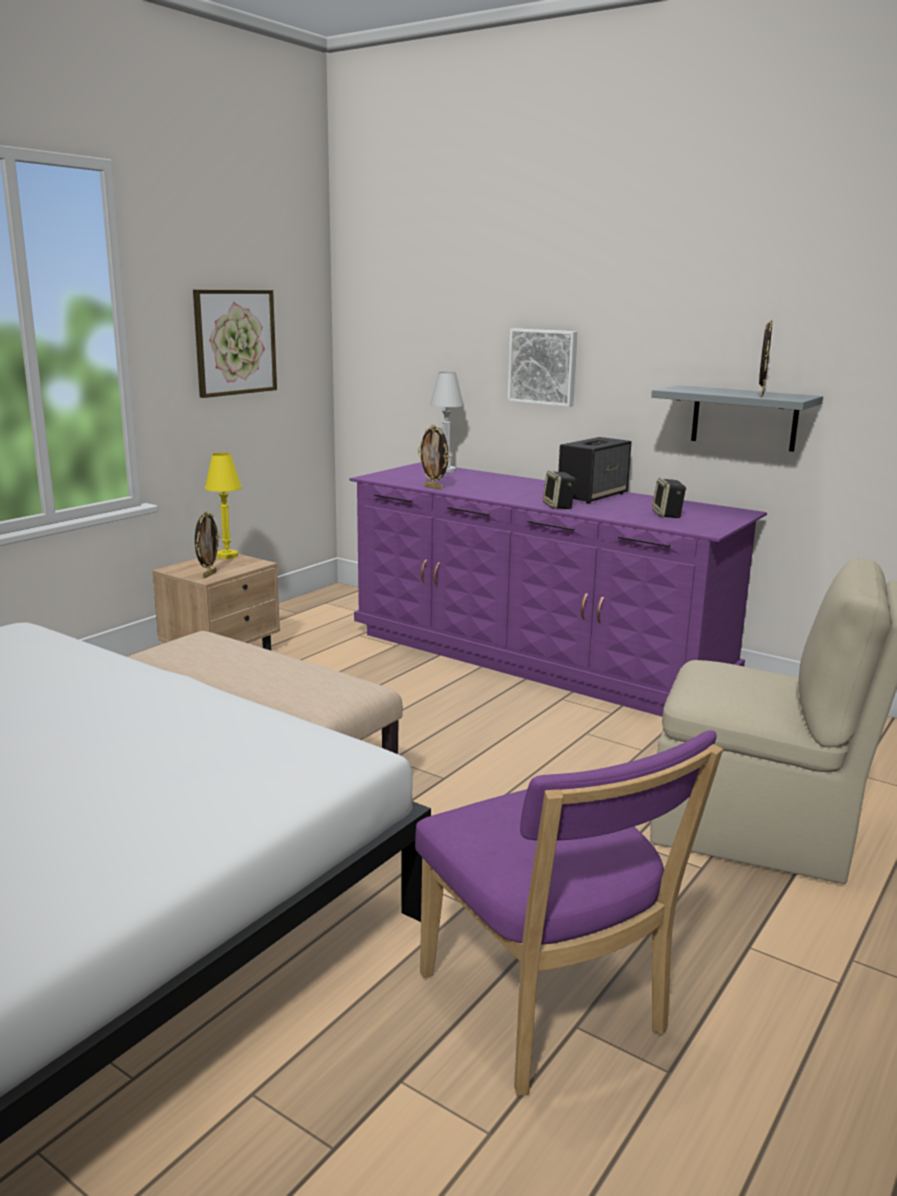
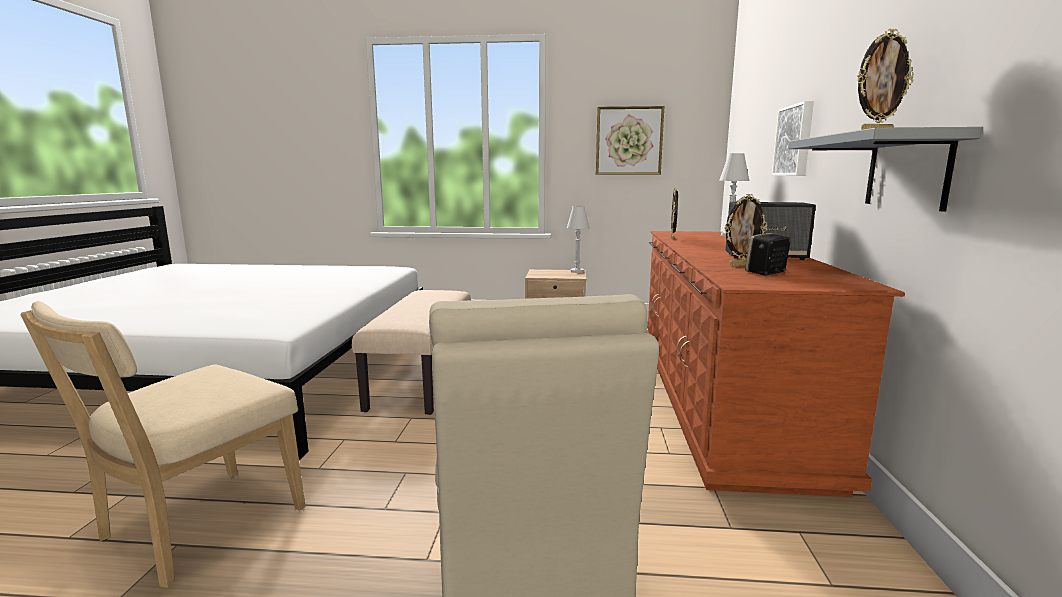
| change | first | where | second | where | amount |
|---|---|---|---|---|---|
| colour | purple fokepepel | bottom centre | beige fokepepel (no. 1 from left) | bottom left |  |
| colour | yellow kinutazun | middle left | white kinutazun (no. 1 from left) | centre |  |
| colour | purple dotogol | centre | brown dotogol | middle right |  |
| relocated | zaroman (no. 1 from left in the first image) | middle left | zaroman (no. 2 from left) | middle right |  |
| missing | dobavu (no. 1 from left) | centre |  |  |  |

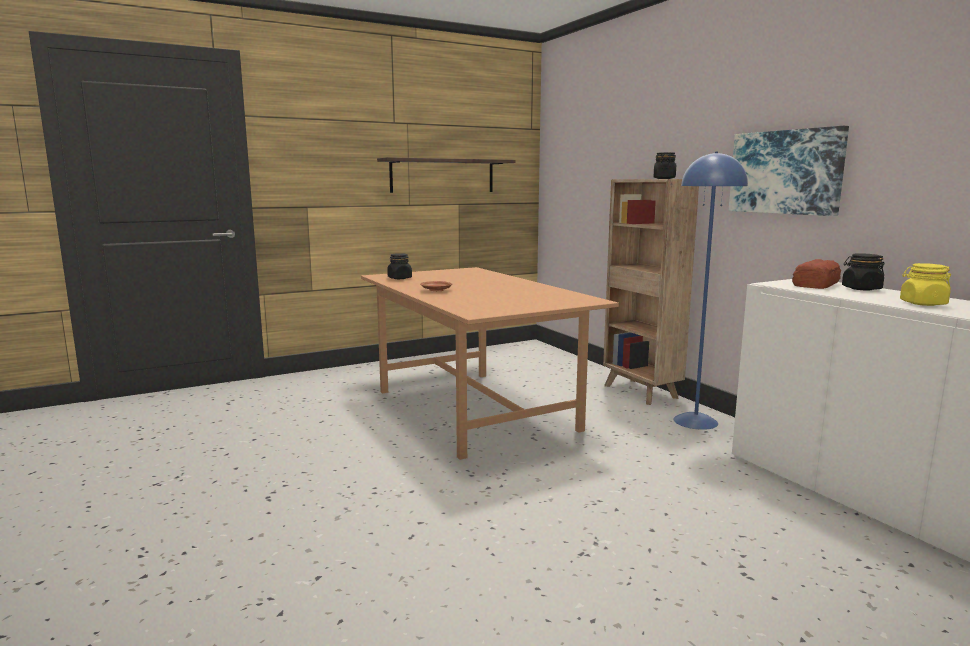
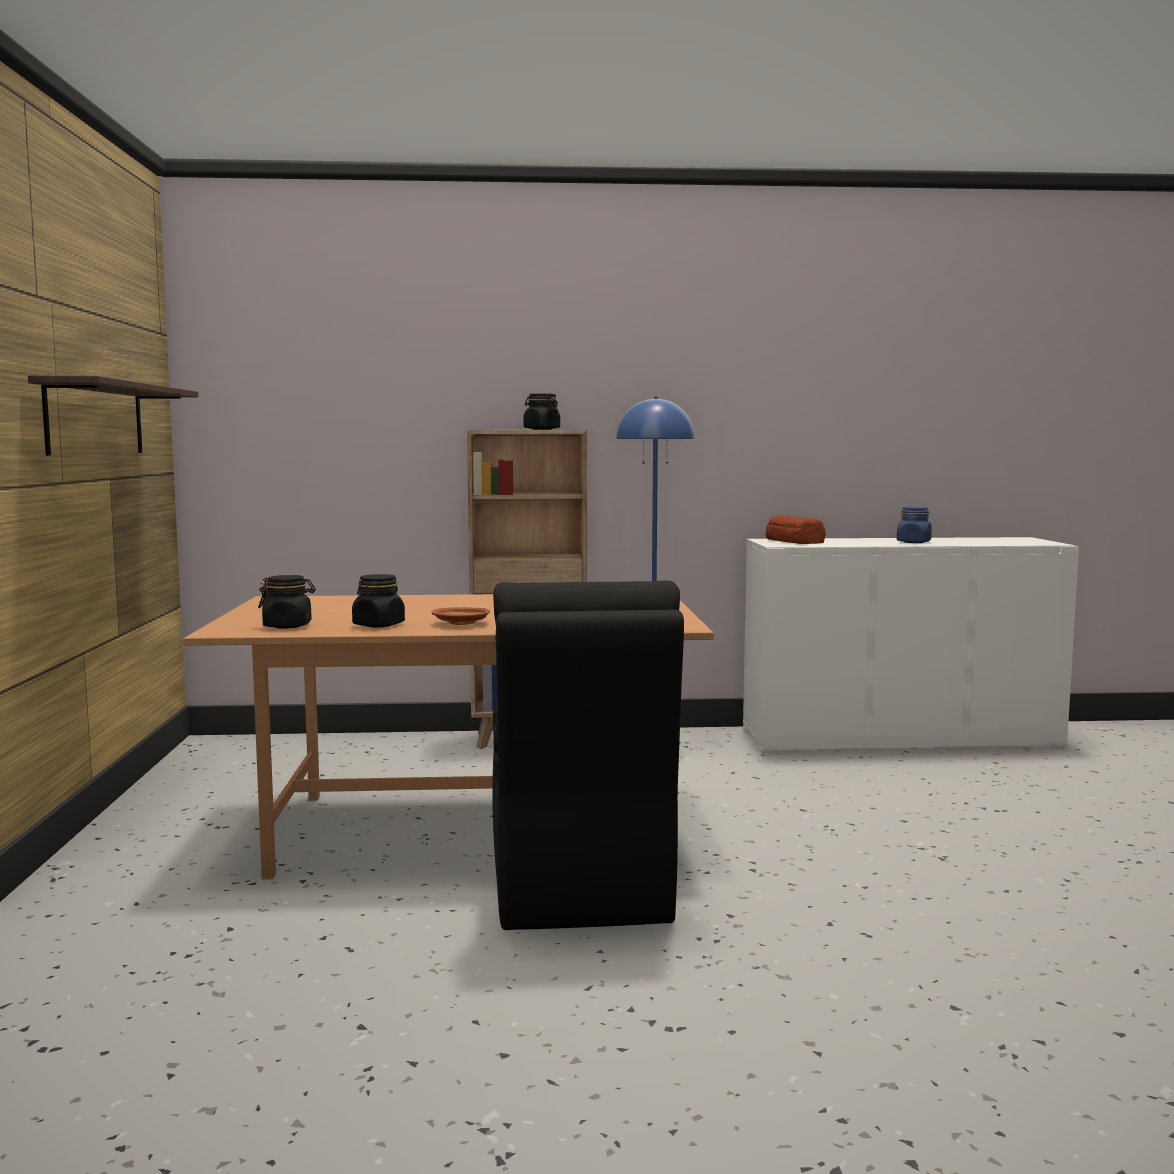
| change | first | where | second | where | amount |
|---|---|---|---|---|---|
| relocated | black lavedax (no. 3 from left in the first image) | middle right | black lavedax (no. 2 from left) | middle left |  |
| appeared |  |  | black fokepepel | centre |  |
| colour | yellow lavedax | middle right | blue lavedax | middle right |  |
| missing | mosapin | top right |  |  |  |

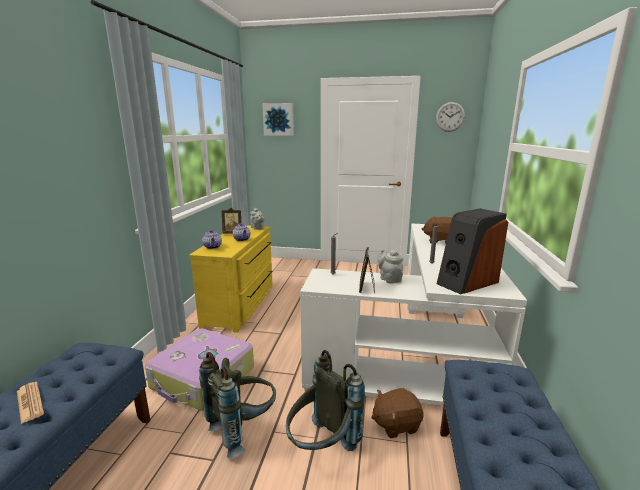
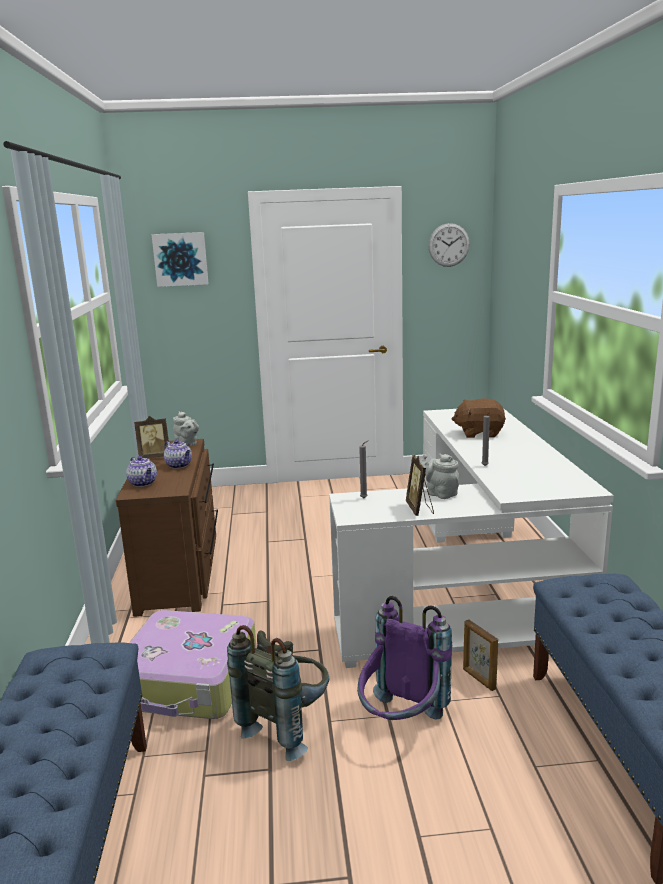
| change | first | where | second | where | amount |
|---|---|---|---|---|---|
| colour | yellow dotogol | centre | brown dotogol | middle left |  |
| colour | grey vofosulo (no. 2 from left) | bottom centre | purple vofosulo | bottom centre |  |
| exchanged | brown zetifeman (no. 1 from left) | bottom centre | zaroman (no. 3 from left) | bottom right |  |
| missing | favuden | bottom left |  |  |  |
| missing | dobavu | middle right |  |  |  |

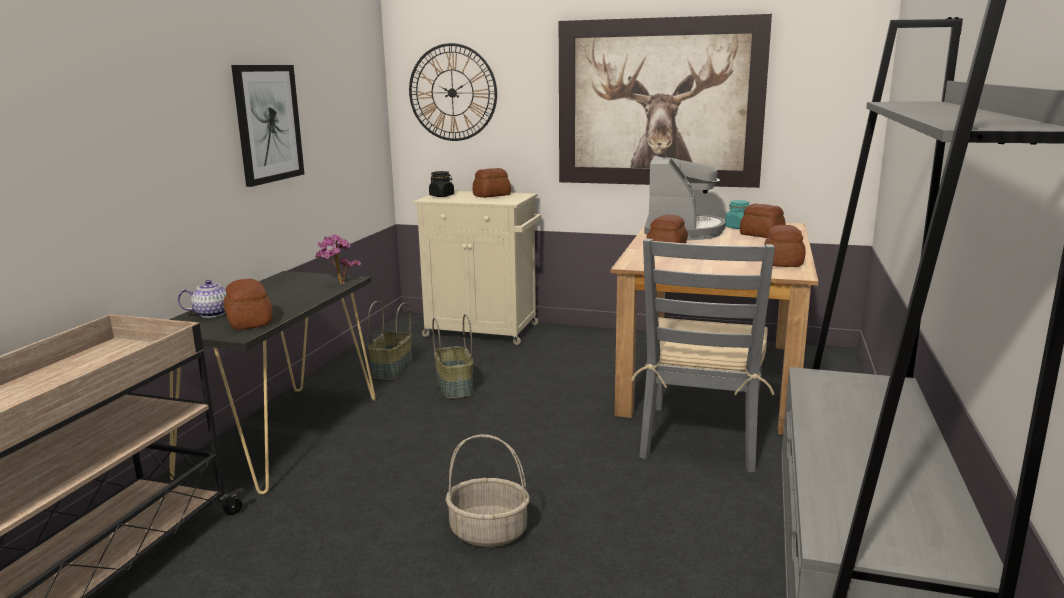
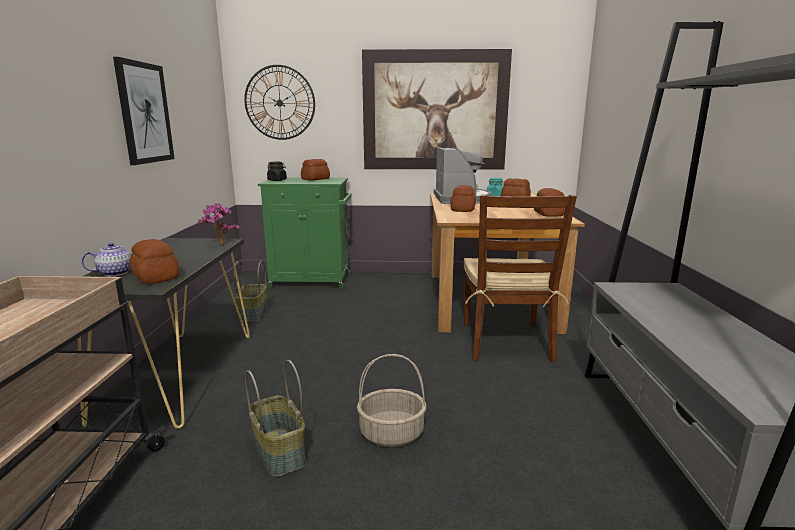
| change | first | where | second | where | amount |
|---|---|---|---|---|---|
| relocated | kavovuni (no. 2 from left) | centre |  | bottom centre |  |
| colour | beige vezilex | centre | green vezilex | centre |  |
| colour | grey fokepepel | centre | brown fokepepel | centre |  |

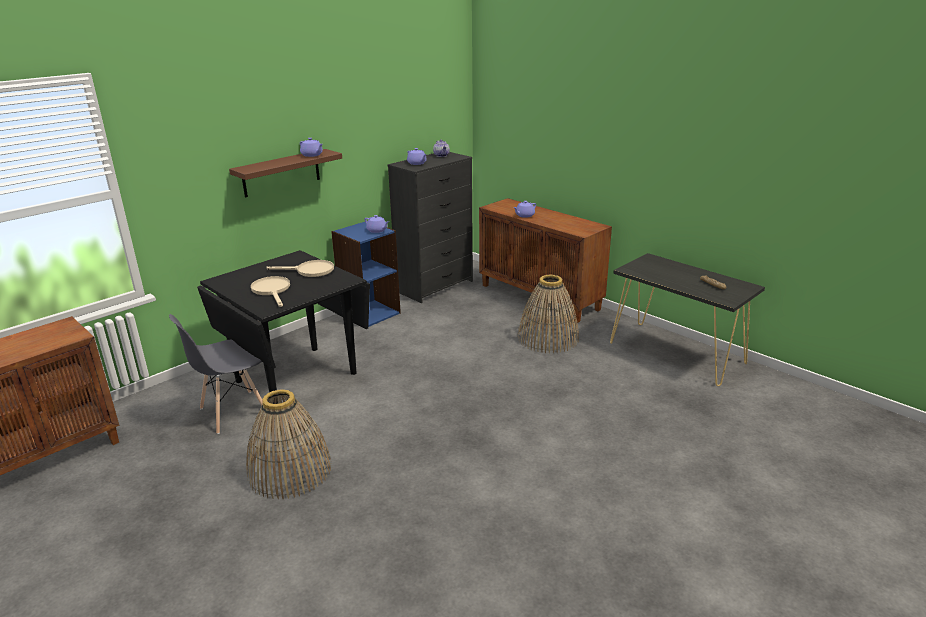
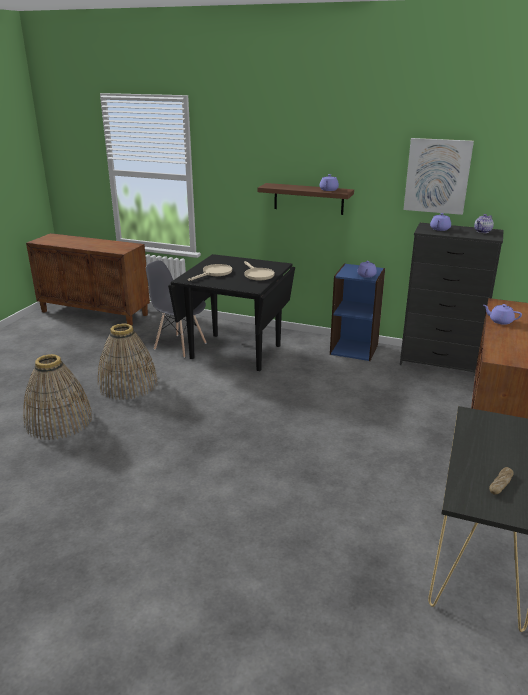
| change | first | where | second | where | amount |
|---|---|---|---|---|---|
| relocated | kavovuni (no. 2 from left in the first image) | centre | kavovuni (no. 1 from left) | middle left |  |
| appeared |  |  | mosapin | top right |  |

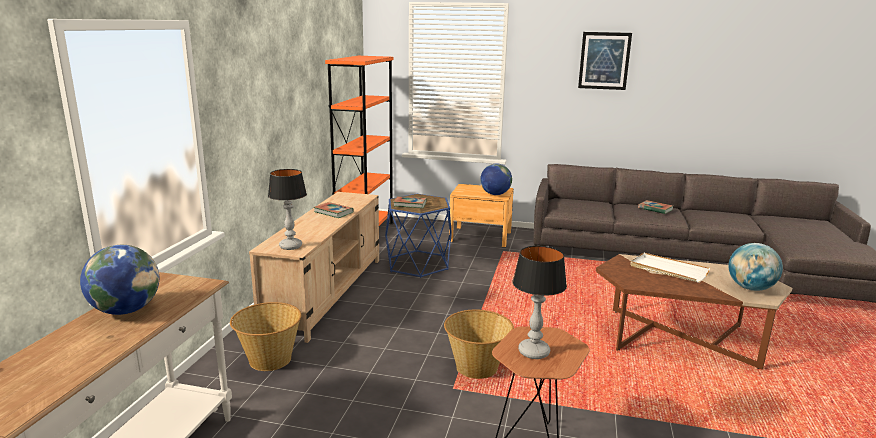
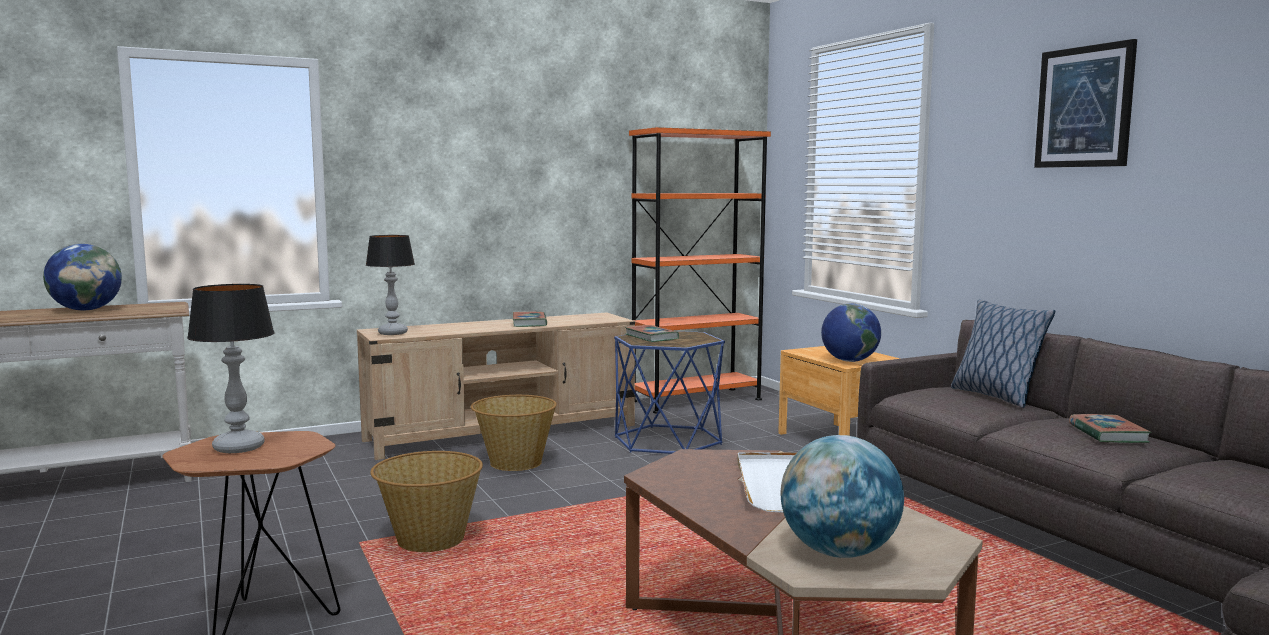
| change | first | where | second | where | amount |
|---|---|---|---|---|---|
| relocated | kavovuni (no. 1 from left in the first image) | bottom left | kavovuni (no. 2 from left) | bottom centre |  |
| appeared |  |  | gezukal | middle right |  |

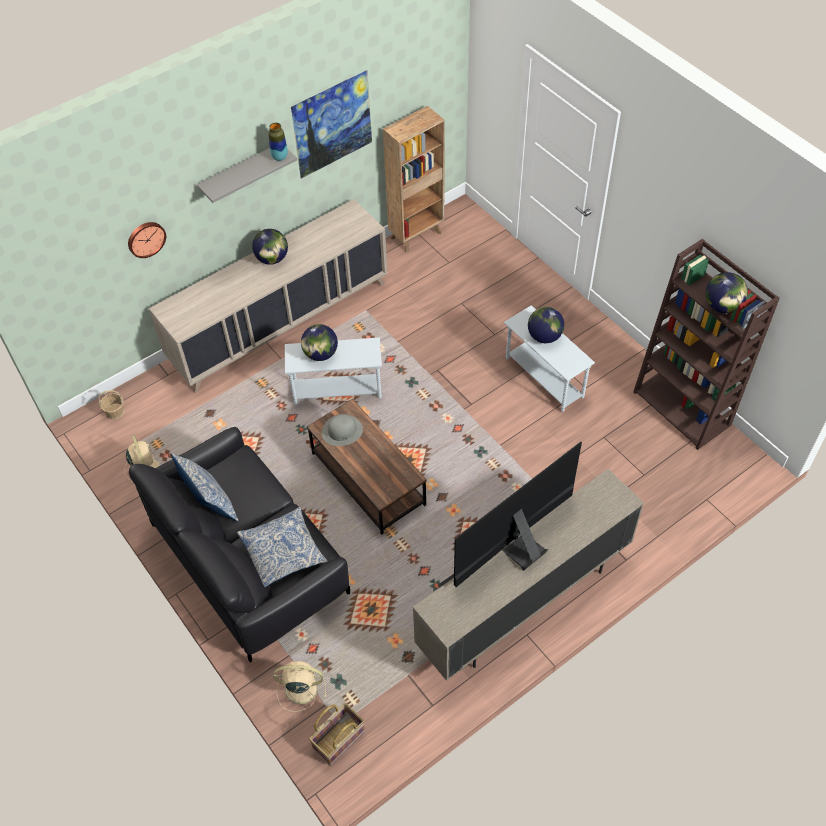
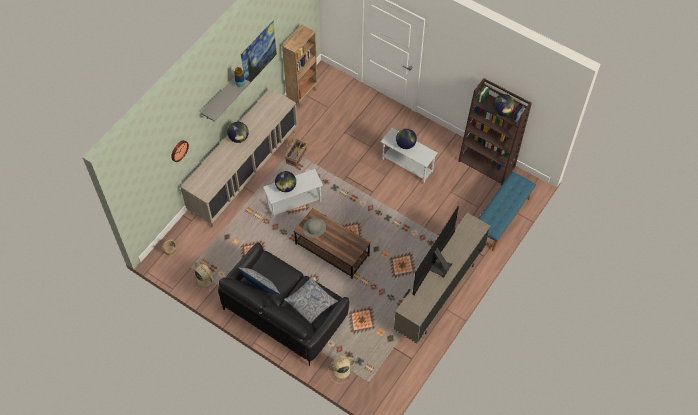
| change | first | where | second | where | amount |
|---|---|---|---|---|---|
| relocated | kavovuni (no. 2 from left) | bottom centre |  | centre |  |
| appeared |  |  | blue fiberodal | middle right |  |

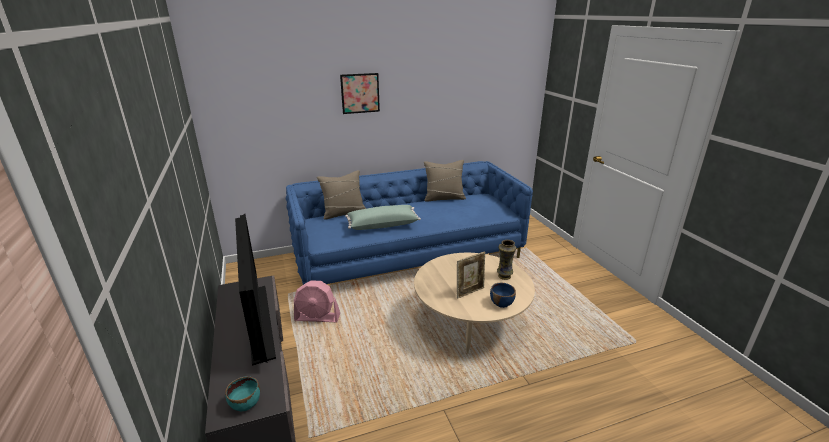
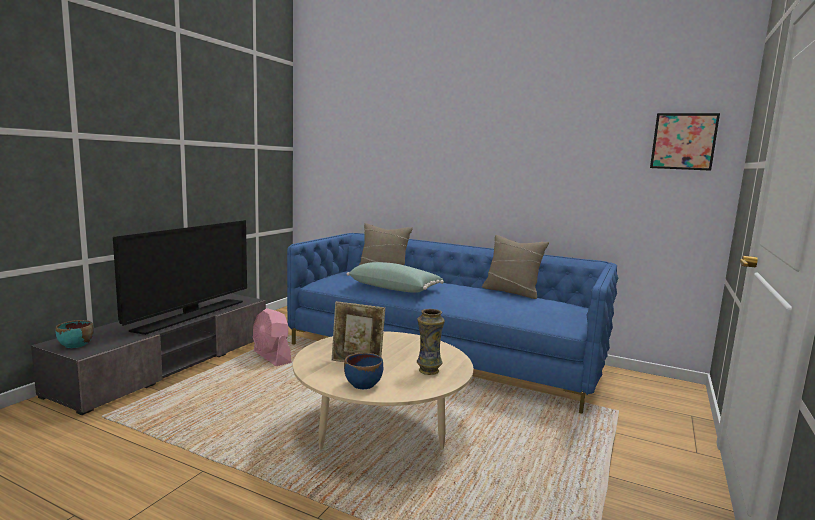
| change | first | where | second | where | amount |
|---|---|---|---|---|---|
| relocated | mosapin | top centre |  | top right |  |

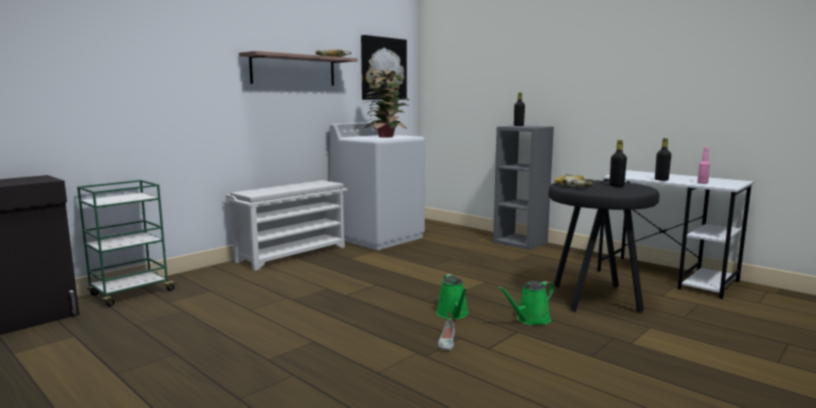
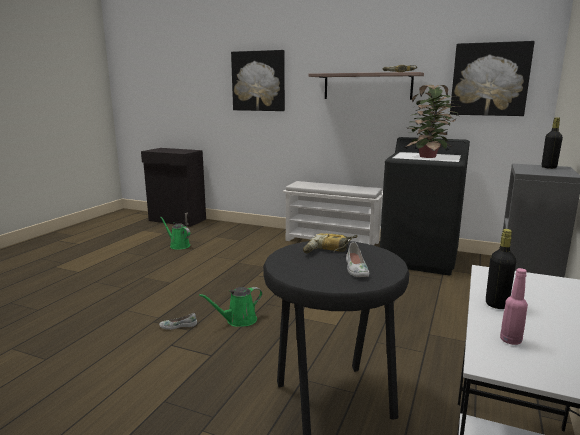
| change | first | where | second | where | amount |
|---|---|---|---|---|---|
| relocated | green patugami (no. 2 from left in the first image) | bottom centre | green patugami (no. 1 from left) | middle left |  |
| appeared |  |  | mosapin (no. 1 from left) | top centre |  |
| exchanged | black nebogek (no. 2 from left) | middle right | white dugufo (no. 2 from left) | centre |  |
| colour | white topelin | centre | black topelin | middle right |  |
| missing | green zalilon | middle left |  |  |  |

